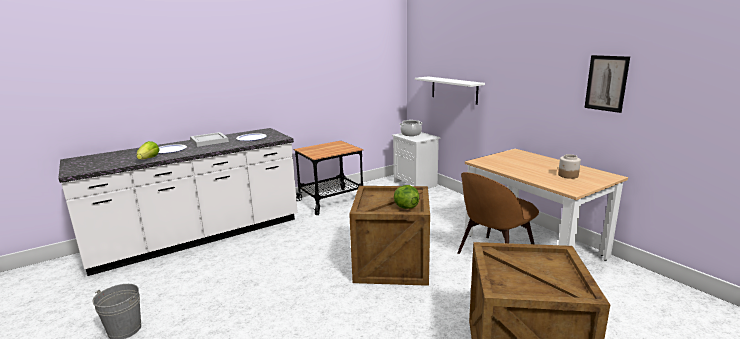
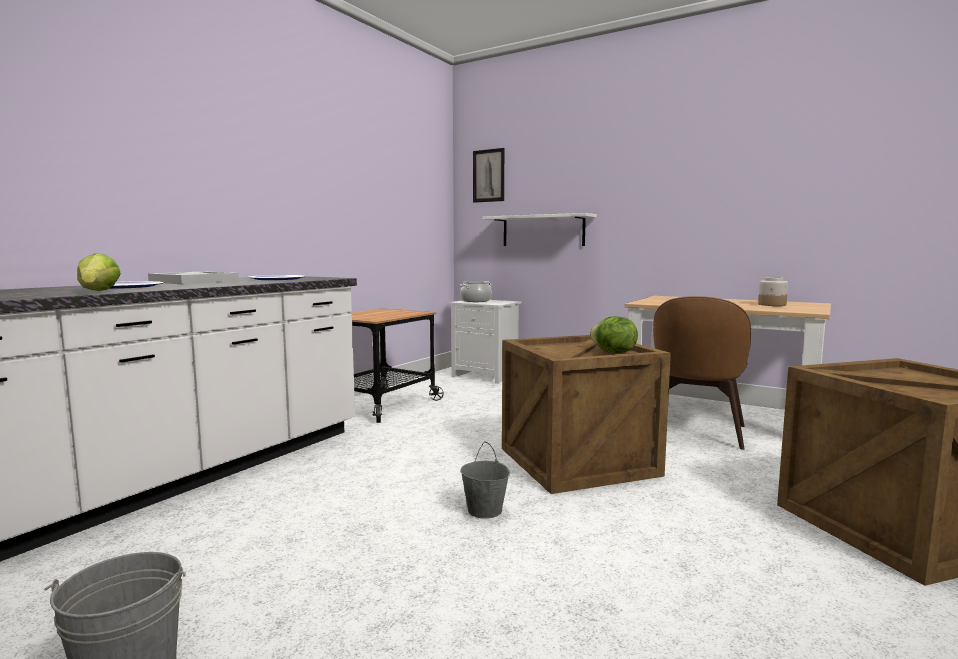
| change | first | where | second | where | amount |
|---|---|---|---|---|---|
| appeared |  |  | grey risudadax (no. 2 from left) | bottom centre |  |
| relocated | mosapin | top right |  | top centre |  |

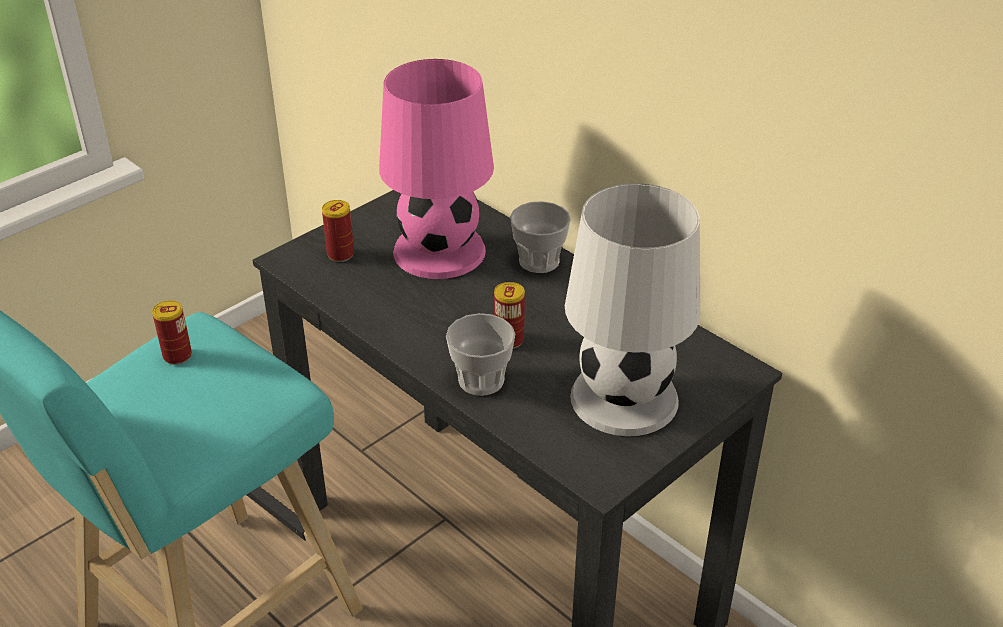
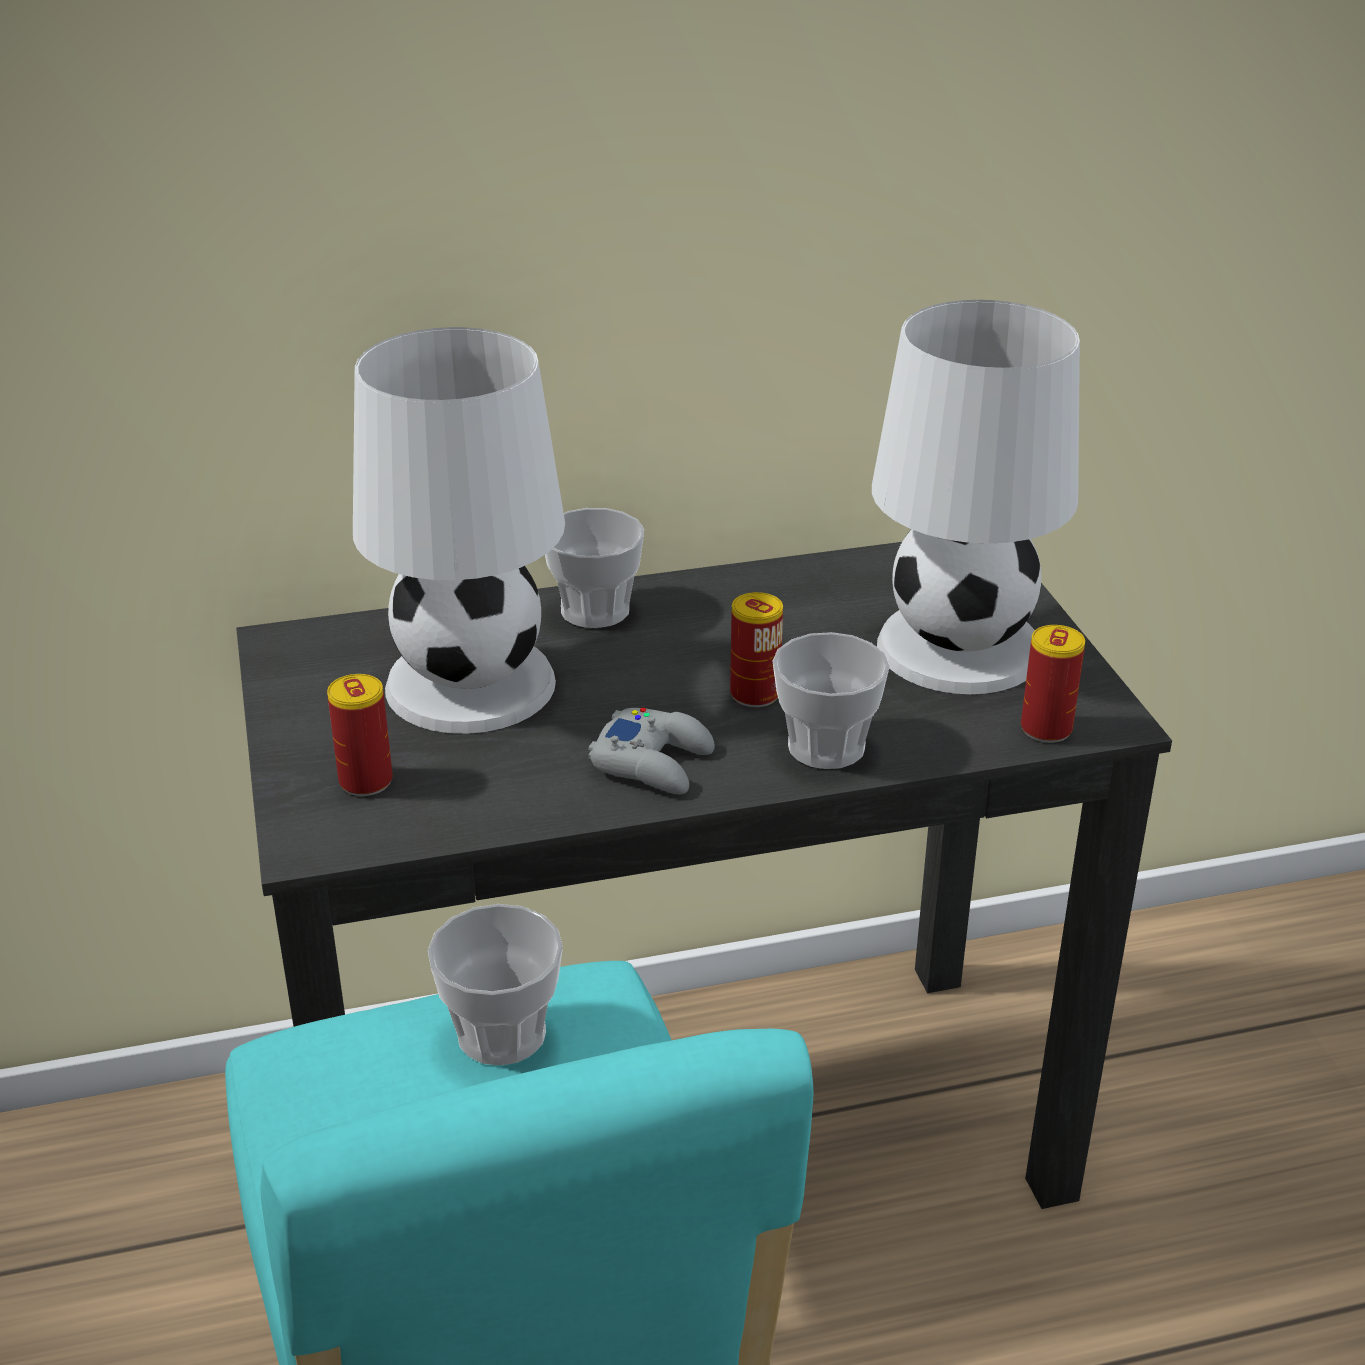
| change | first | where | second | where | amount |
|---|---|---|---|---|---|
| colour | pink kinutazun | top centre | white kinutazun (no. 1 from left) | centre |  |
| appeared |  |  | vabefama (no. 1 from left) | bottom centre |  |
| appeared |  |  | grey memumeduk | centre |  |
| relocated | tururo (no. 1 from left in the first image) | middle left | tururo (no. 3 from left) | middle right |  |

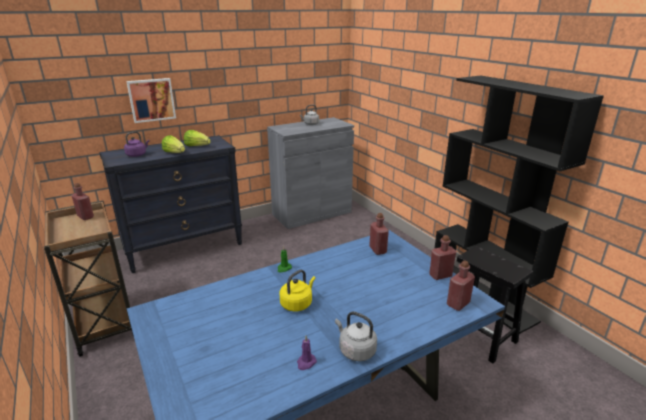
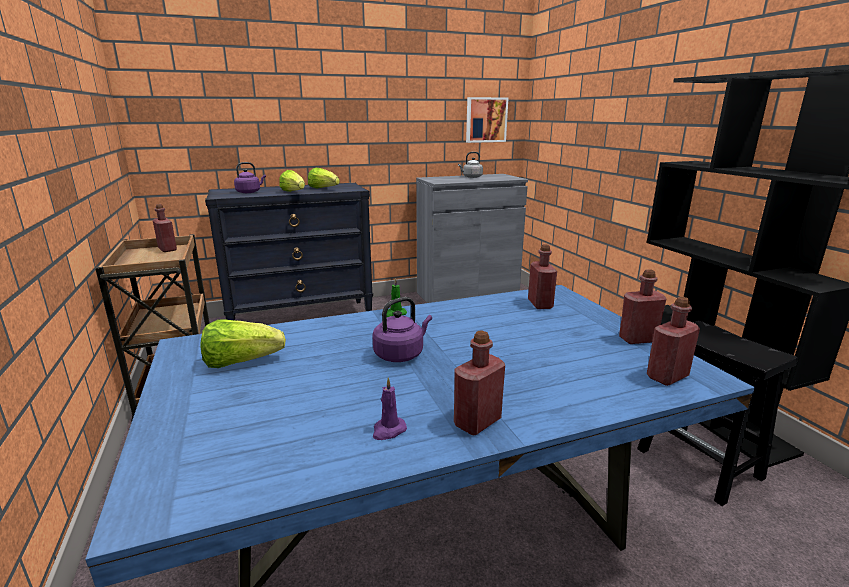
| change | first | where | second | where | amount |
|---|---|---|---|---|---|
| appeared |  |  | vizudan (no. 1 from left) | middle left |  |
| colour | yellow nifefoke | bottom centre | purple nifefoke (no. 2 from left) | centre |  |
| exchanged | grey nifefoke (no. 2 from left) | bottom centre | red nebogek (no. 2 from left) | centre |  |
| relocated | mosapin | top left |  | top centre |  |

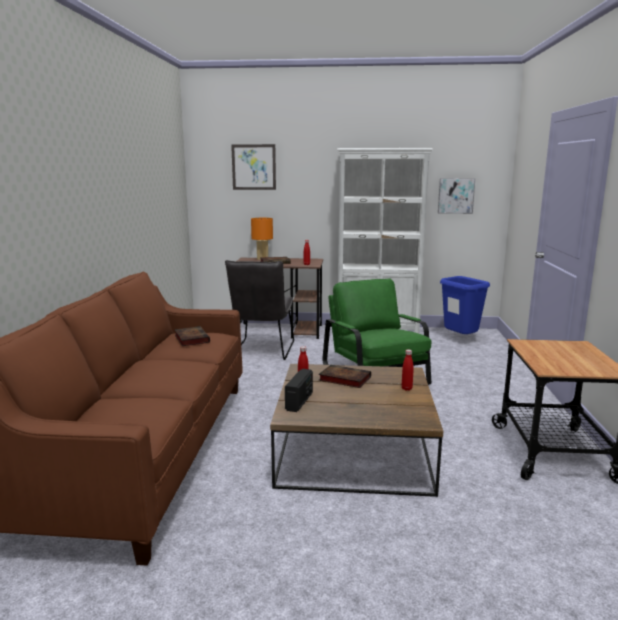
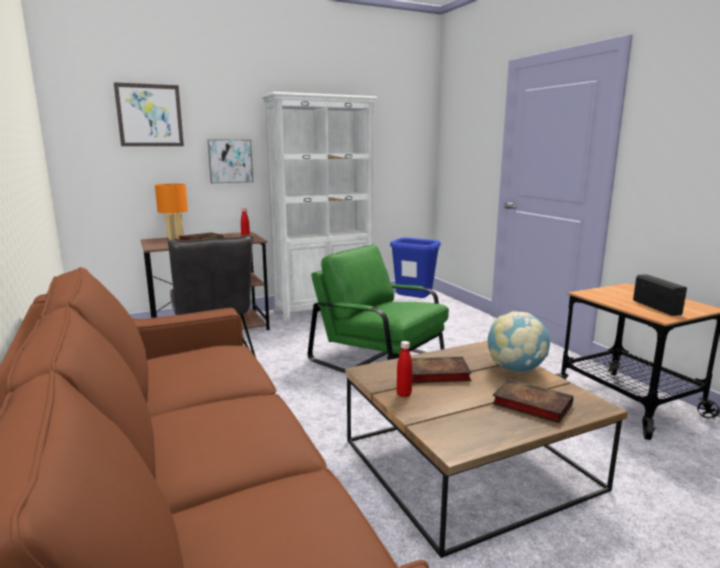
| change | first | where | second | where | amount |
|---|---|---|---|---|---|
| relocated | mosapin (no. 2 from left) | top right |  | top left |  |
| exchanged | red nebogek (no. 3 from left) | centre | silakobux | middle right |  |
| relocated | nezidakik (no. 1 from left in the first image) | middle left | nezidakik (no. 3 from left) | bottom right |  |
| relocated | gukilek | centre |  | middle right |  |

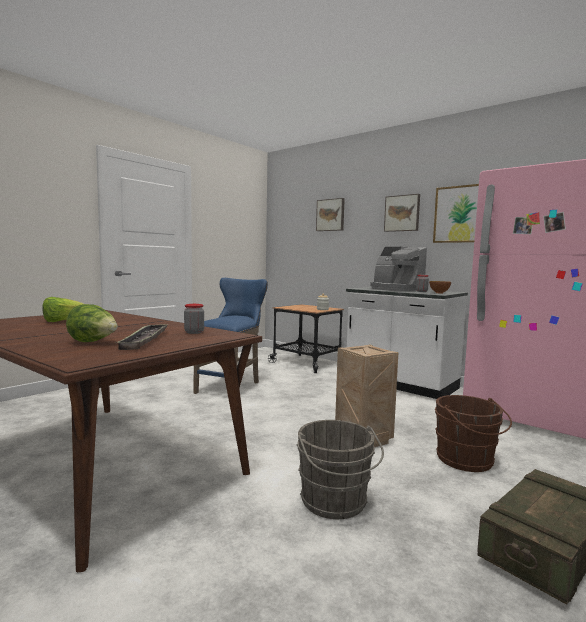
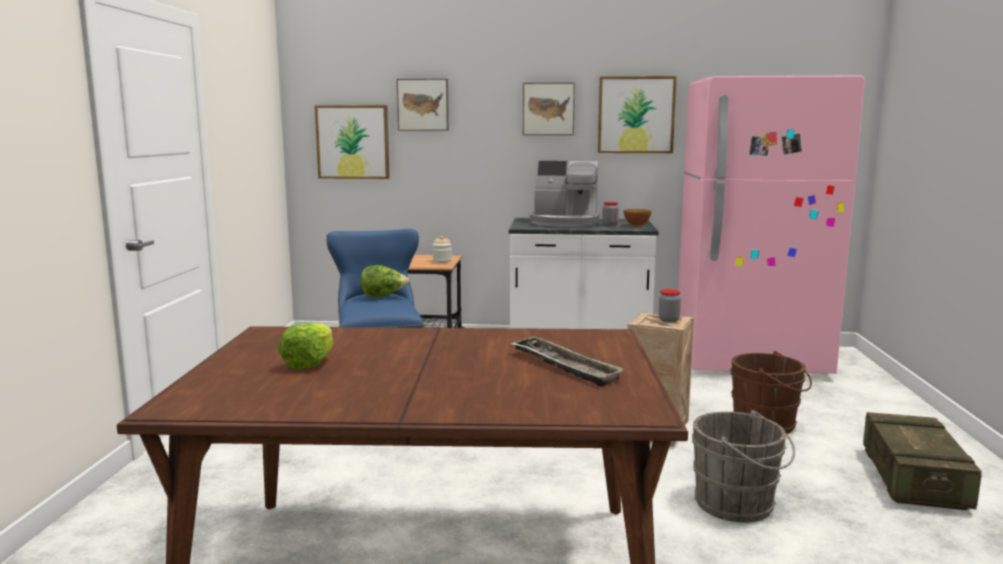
| change | first | where | second | where | amount |
|---|---|---|---|---|---|
| appeared |  |  | mosapin (no. 1 from left) | top centre |  |
| relocated | vizudan (no. 2 from left) | middle left |  | centre |  |
| relocated | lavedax (no. 1 from left in the first image) | middle left | lavedax (no. 3 from left) | middle right |  |

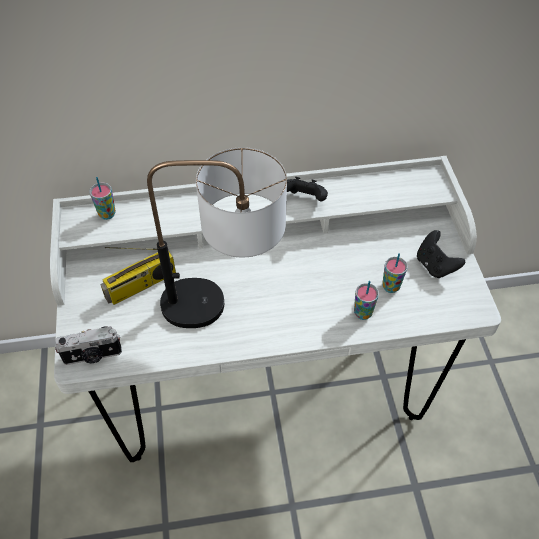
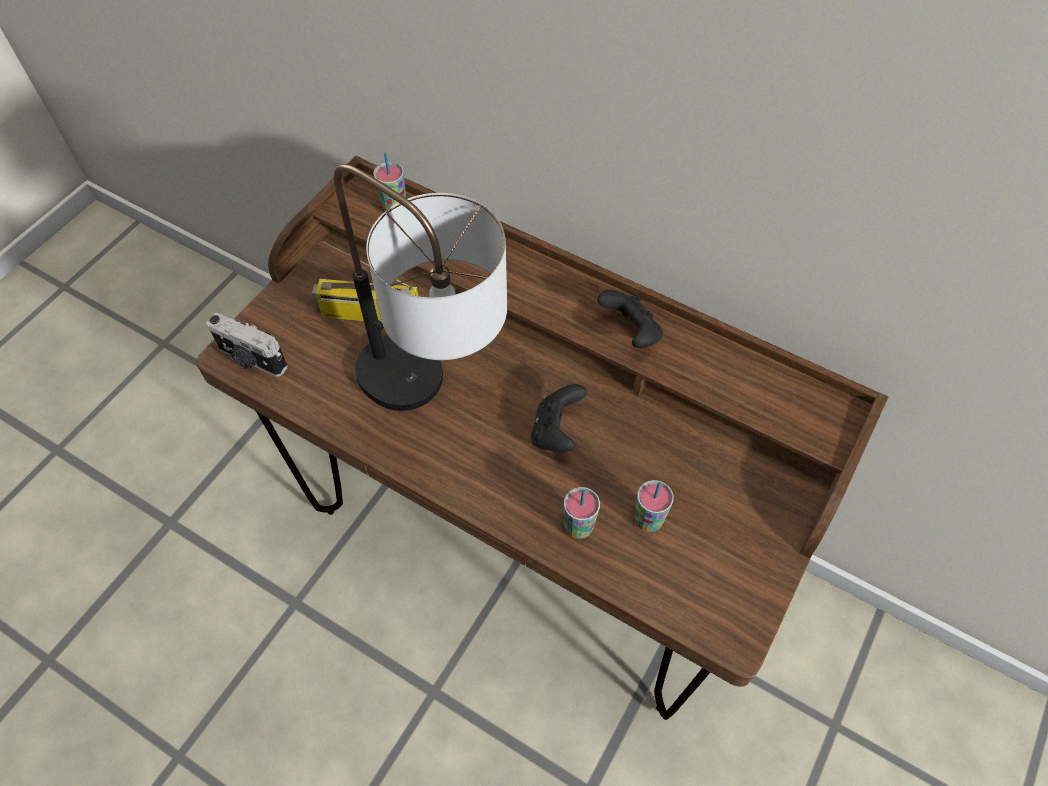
| change | first | where | second | where | amount |
|---|---|---|---|---|---|
| colour | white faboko | centre | brown faboko | centre |  |
| relocated | black memumeduk (no. 2 from left in the first image) | middle right | black memumeduk (no. 1 from left) | centre |  |

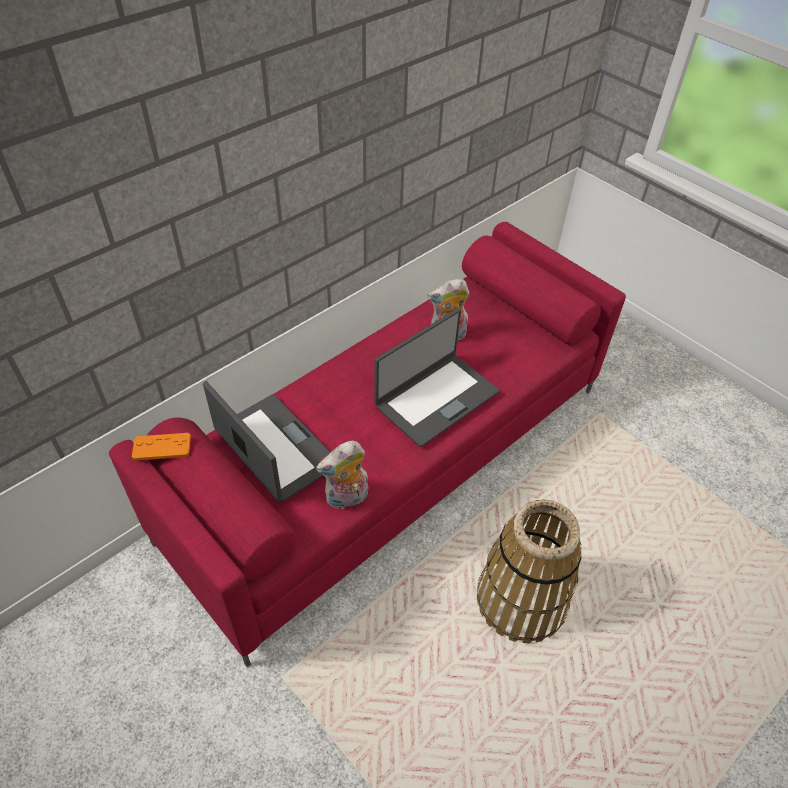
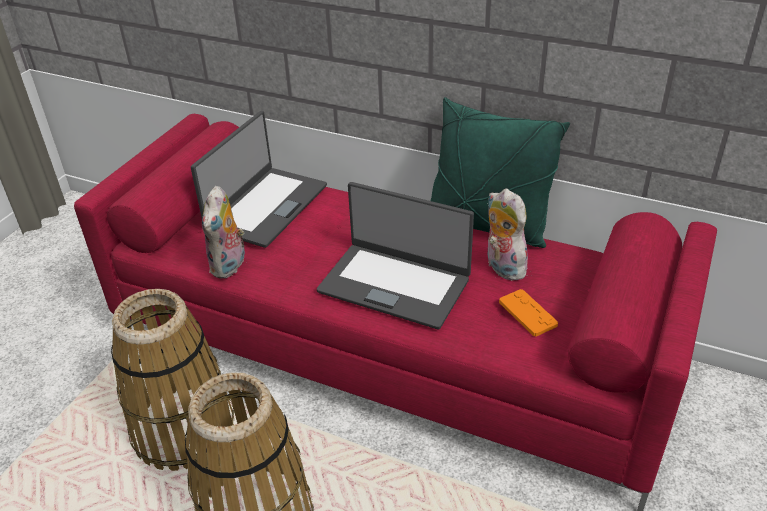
| change | first | where | second | where | amount |
|---|---|---|---|---|---|
| appeared |  |  | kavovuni (no. 1 from left) | bottom left |  |
| spun | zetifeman (no. 1 from left) | centre |  | middle left | 120 degrees counterclockwise |
| appeared |  |  | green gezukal | centre |  |
| relocated | orange memumeduk | middle left |  | middle right |  |

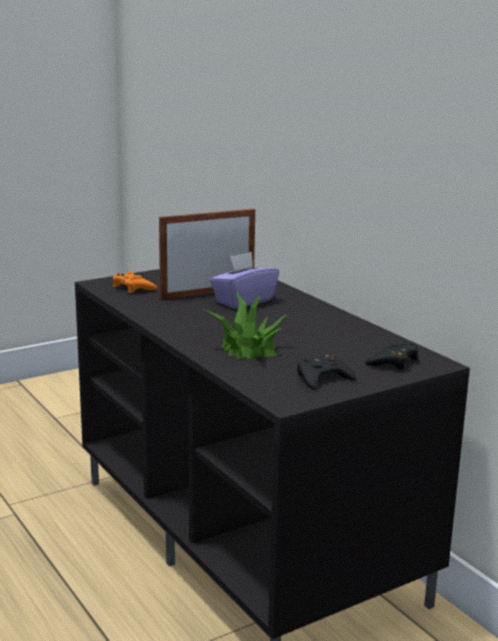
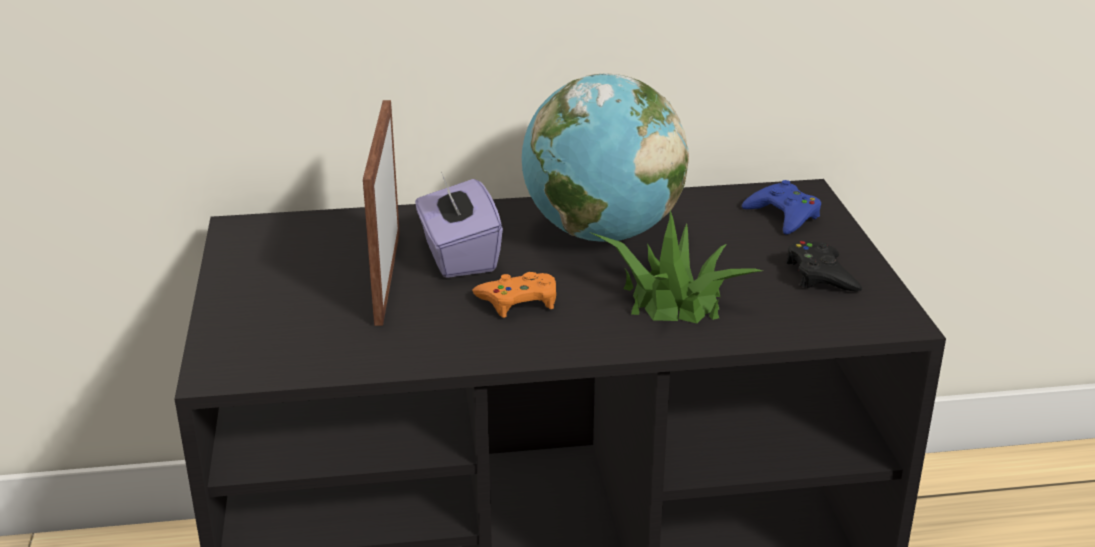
| change | first | where | second | where | amount |
|---|---|---|---|---|---|
| relocated | orange memumeduk | middle left |  | centre |  |
| appeared |  |  | silakobux | top centre |  |
| colour | black memumeduk (no. 2 from left) | middle right | blue memumeduk | middle right |  |

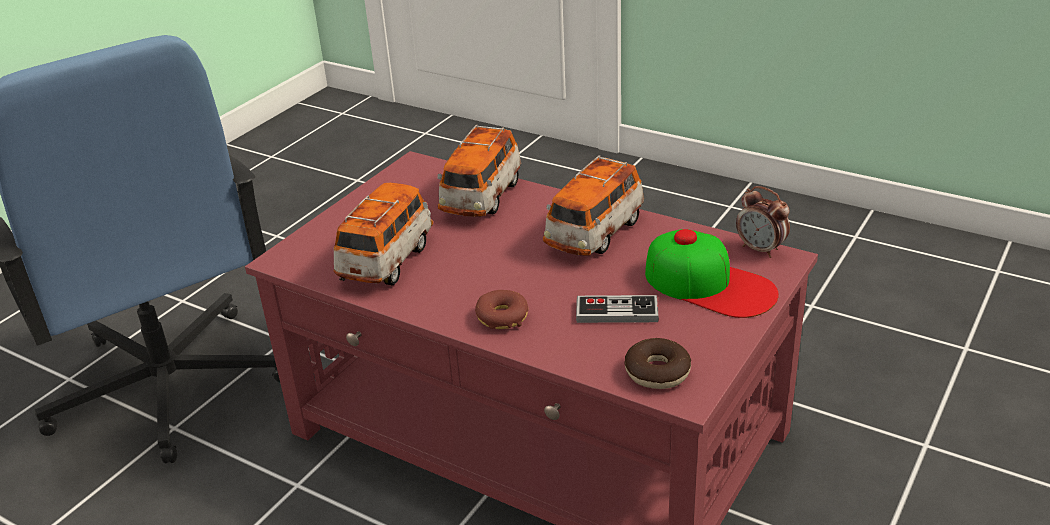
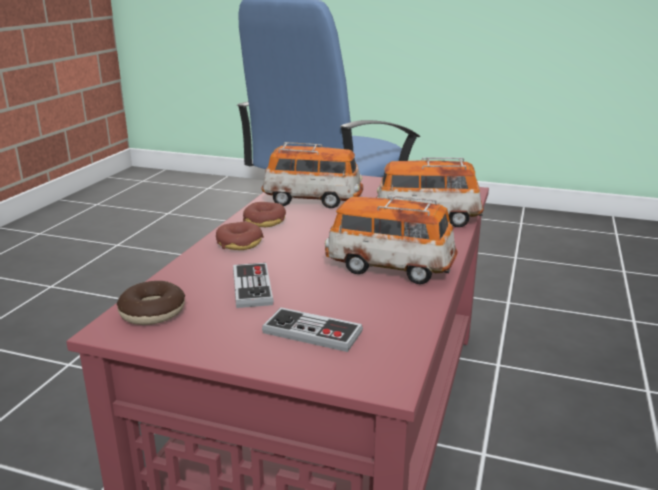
| change | first | where | second | where | amount |
|---|---|---|---|---|---|
| appeared |  |  | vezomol (no. 3 from left) | centre |  |
| exchanged | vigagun | middle right | memumeduk (no. 2 from left) | bottom centre |  |
| missing | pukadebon | middle right |  |  |  |

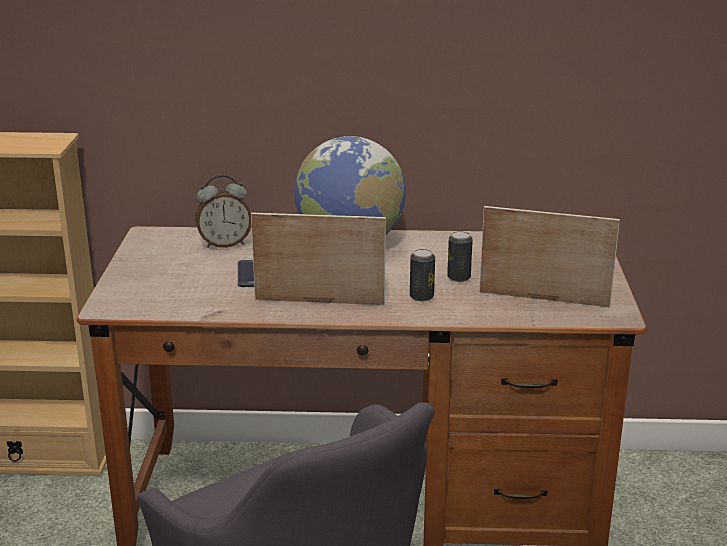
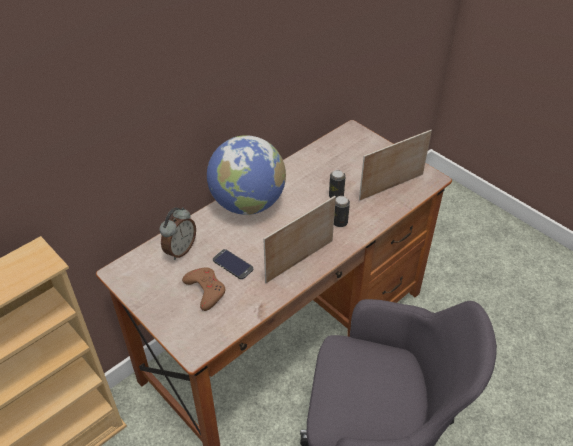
| change | first | where | second | where | amount |
|---|---|---|---|---|---|
| appeared |  |  | brown memumeduk | centre |  |

